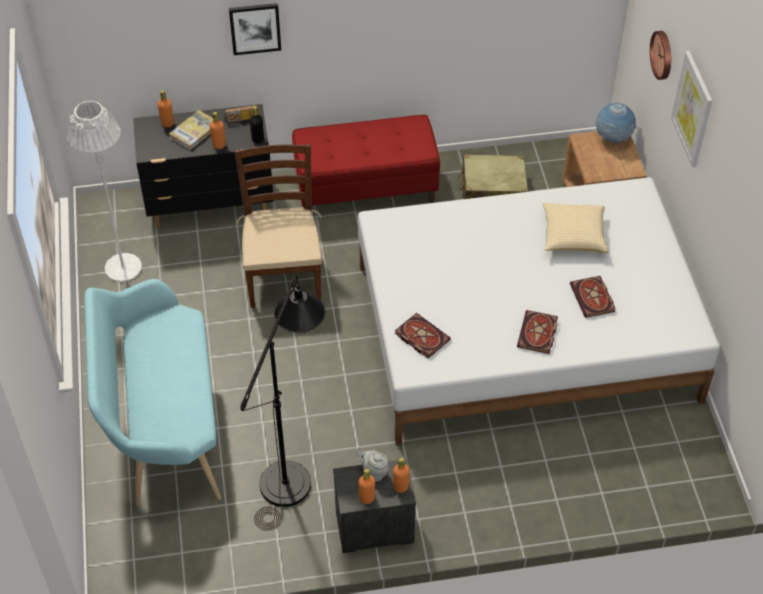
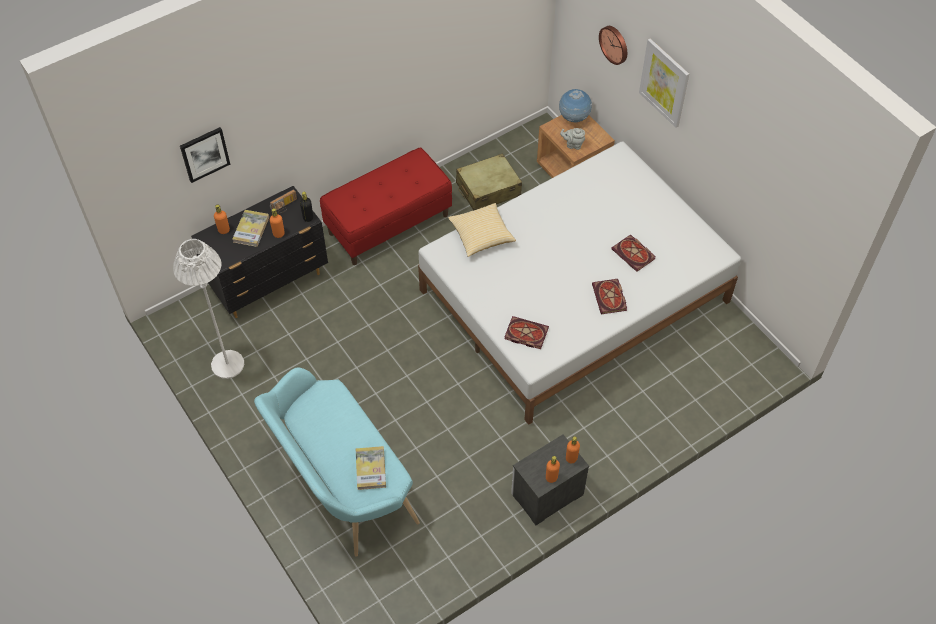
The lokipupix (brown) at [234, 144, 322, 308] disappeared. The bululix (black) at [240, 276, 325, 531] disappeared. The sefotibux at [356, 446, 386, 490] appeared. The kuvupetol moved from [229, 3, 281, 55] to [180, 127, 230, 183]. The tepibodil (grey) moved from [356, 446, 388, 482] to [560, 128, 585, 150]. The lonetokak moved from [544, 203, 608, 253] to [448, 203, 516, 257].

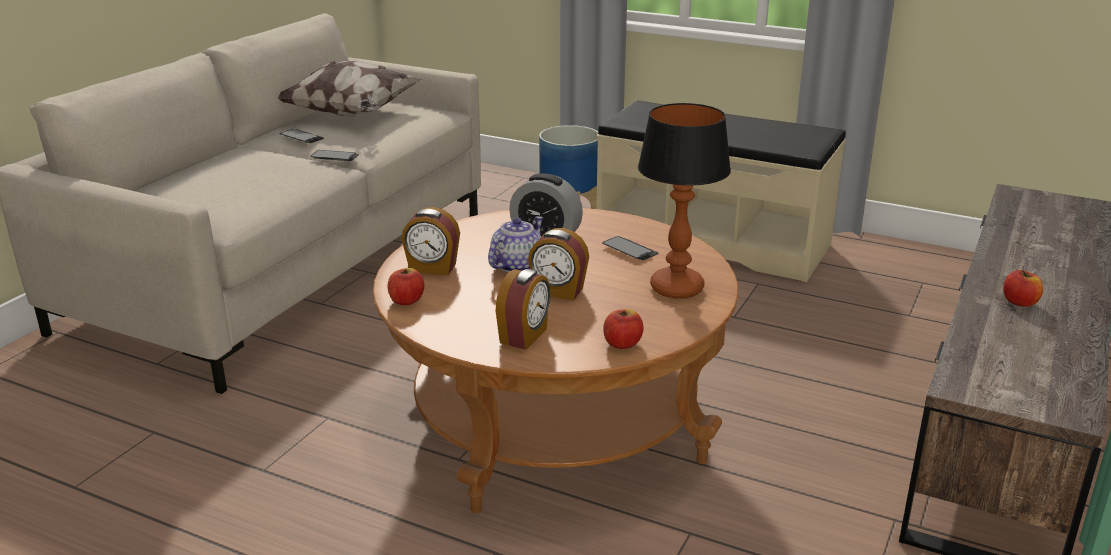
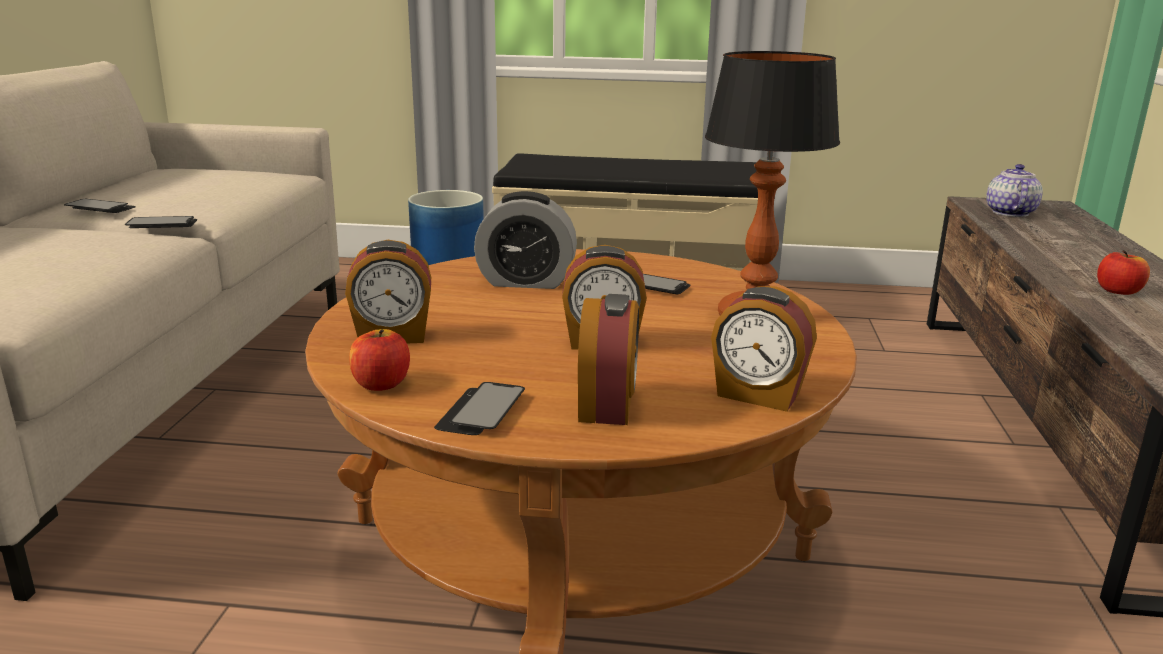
The lonetokak at [278, 59, 422, 117] disappeared. The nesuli at [434, 382, 525, 435] appeared. The tepibodil moved from [488, 216, 544, 272] to [986, 164, 1043, 217]. The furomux at [603, 309, 644, 349] was replaced by the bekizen at [711, 286, 817, 412].

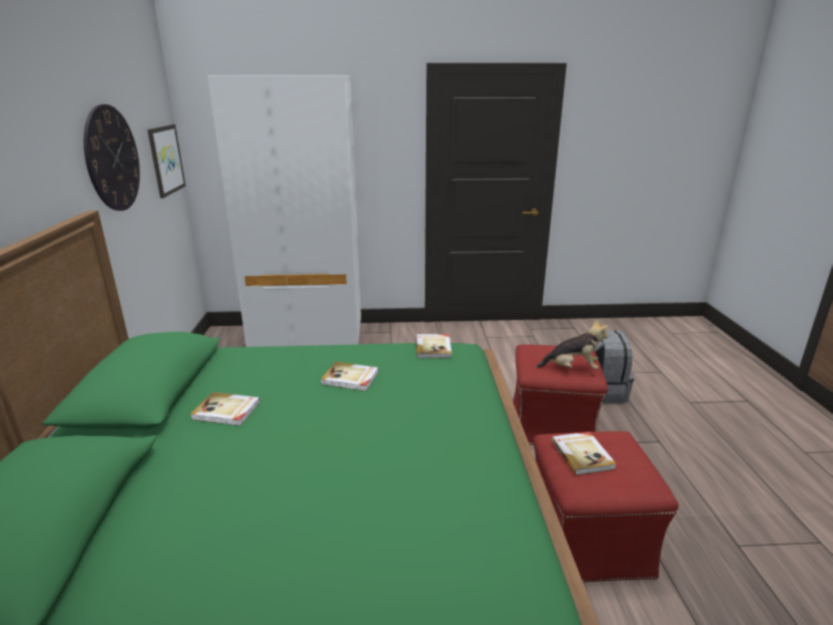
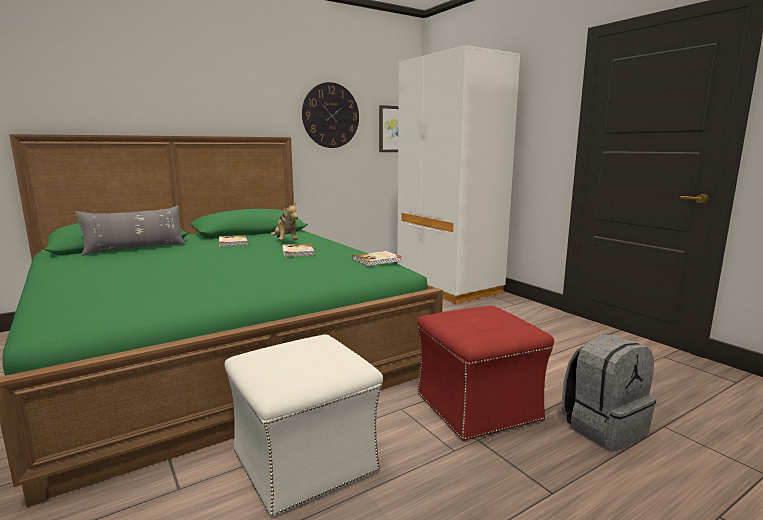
The sefotibux at [551, 431, 616, 475] disappeared. The lonetokak (grey) at [75, 206, 185, 256] appeared. The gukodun moved from [536, 318, 608, 369] to [271, 202, 298, 240]. The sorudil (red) at [533, 431, 678, 582] became the sorudil (white) at [224, 334, 383, 516].

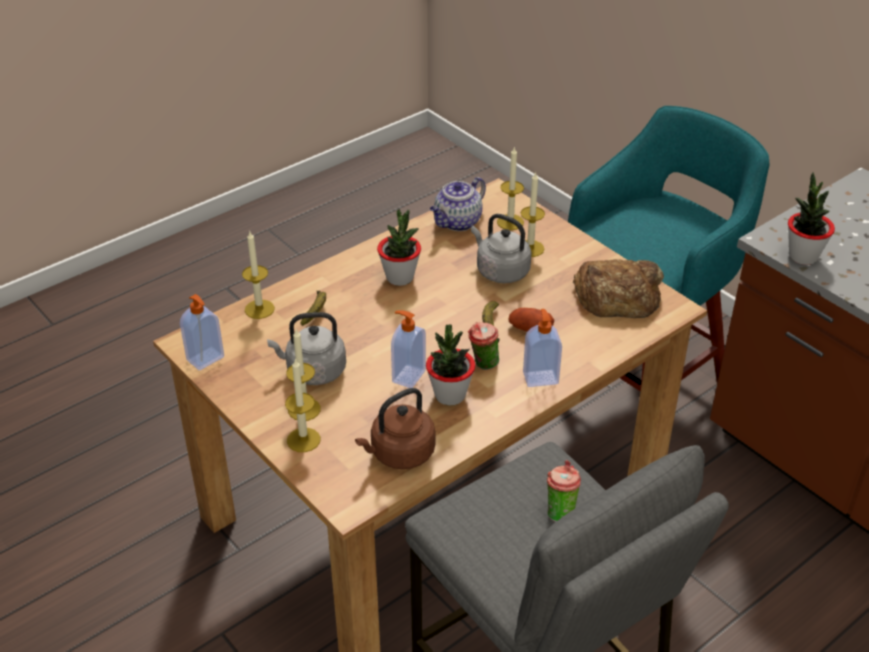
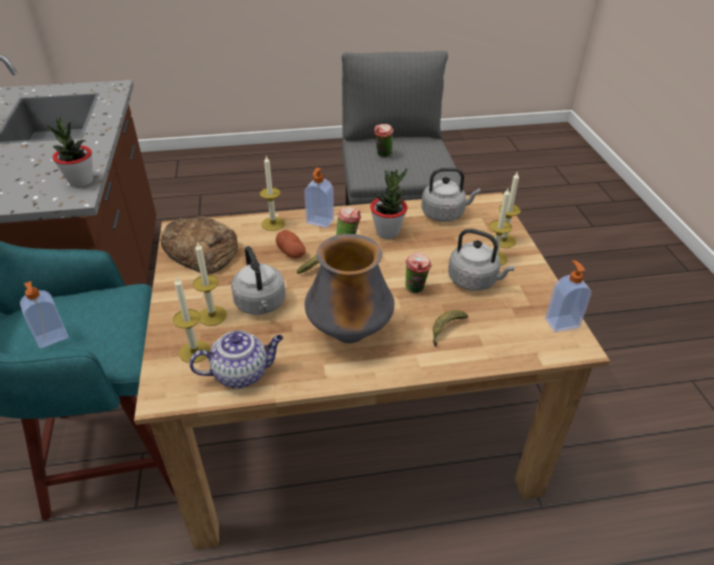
The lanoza at [405, 253, 432, 293] appeared. The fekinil moved from [242, 232, 275, 319] to [260, 156, 285, 231]. The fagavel moved from [391, 310, 426, 388] to [20, 281, 69, 348]. The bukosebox at [377, 209, 421, 286] was replaced by the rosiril at [305, 234, 394, 343]. The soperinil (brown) at [355, 388, 435, 469] became the soperinil (grey) at [421, 167, 481, 222].

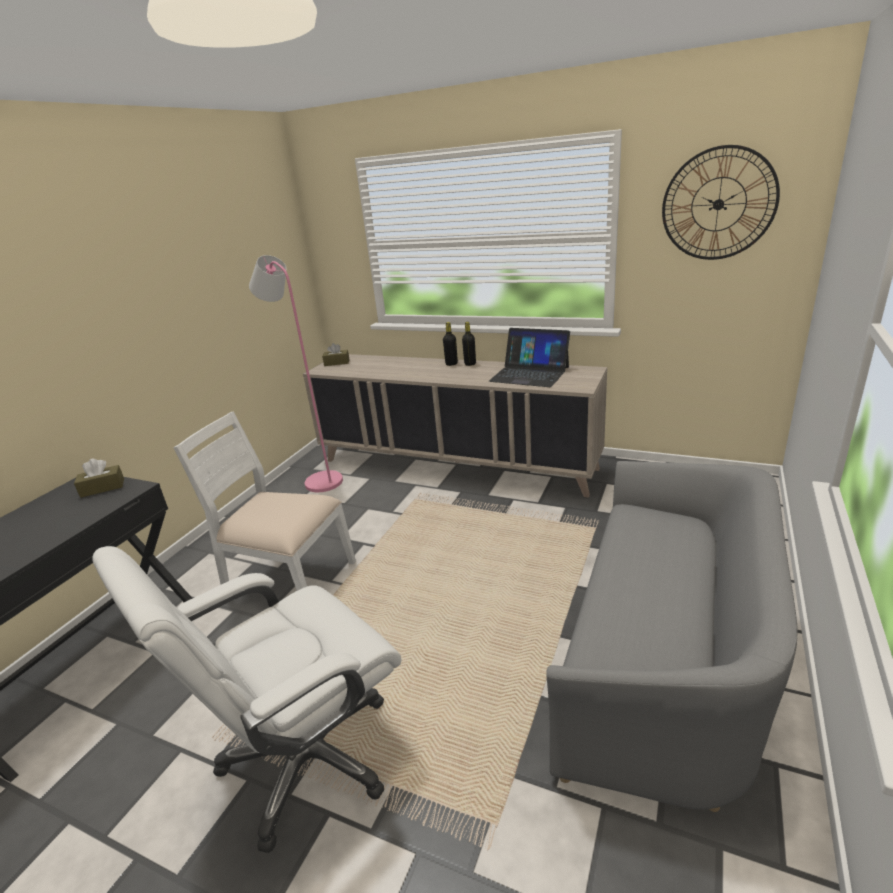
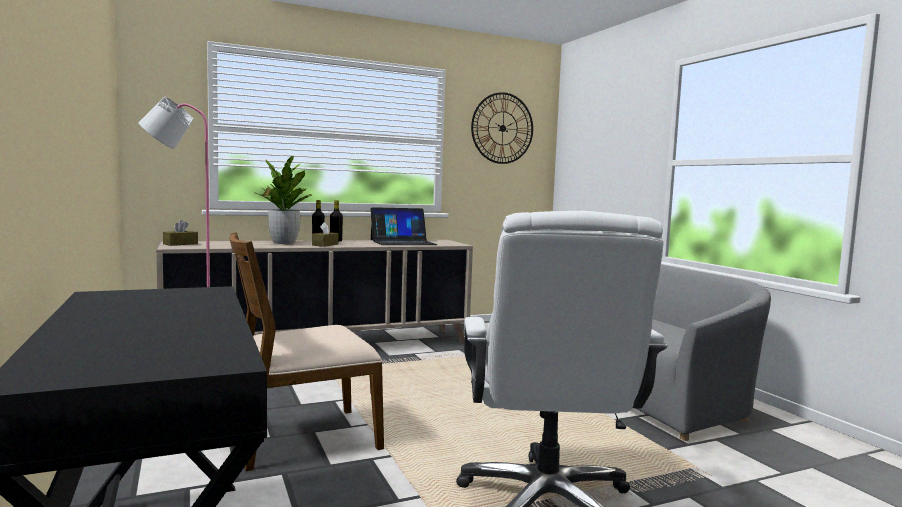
The bukosebox at [256, 156, 312, 244] appeared. The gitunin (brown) moved from [74, 459, 124, 498] to [312, 222, 339, 247]. The lokipupix (white) at [173, 411, 356, 591] became the lokipupix (brown) at [229, 232, 384, 471].

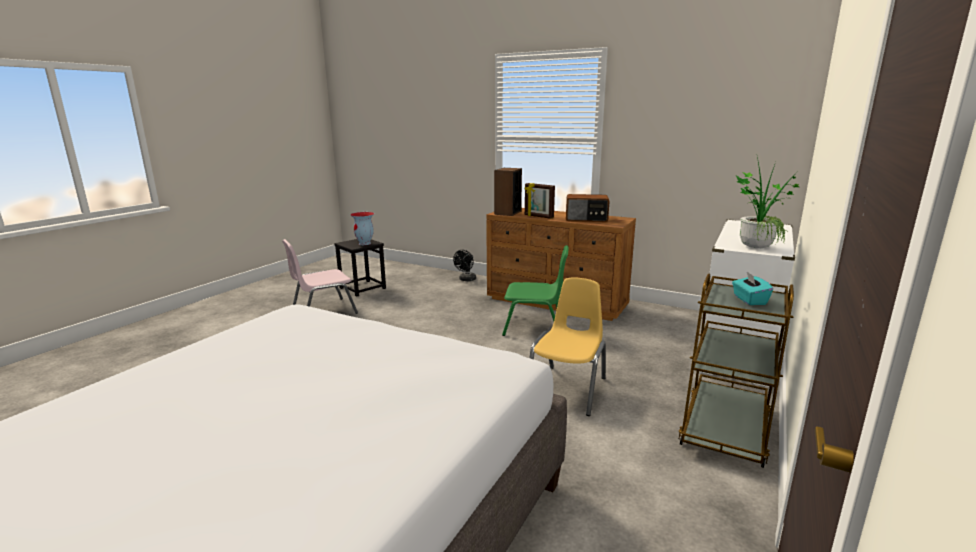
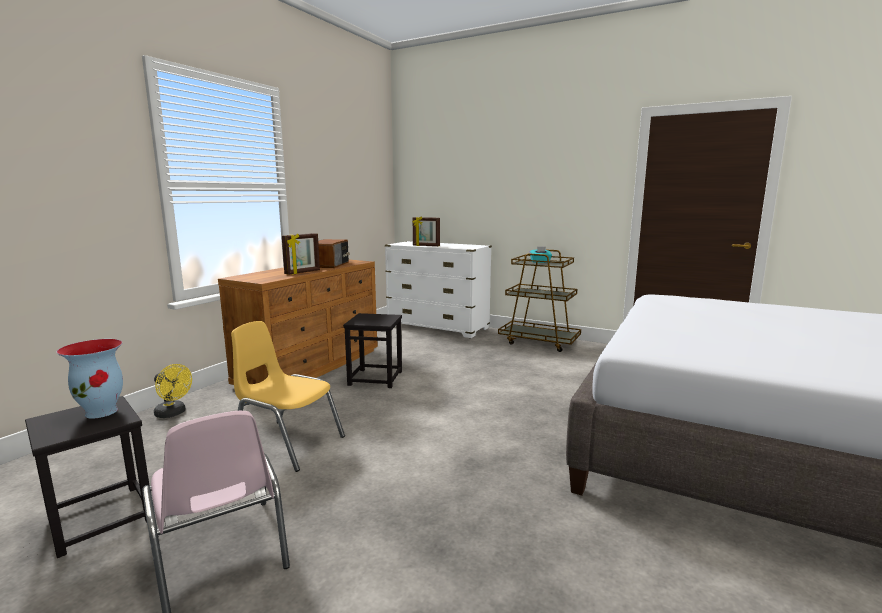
The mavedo at [494, 168, 522, 216] disappeared. The bukosebox at [736, 152, 799, 248] disappeared. The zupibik at [412, 217, 440, 246] appeared. The lokipupix (yellow) moved from [529, 277, 606, 416] to [231, 321, 345, 472]. The lokipupix (green) at [502, 245, 569, 336] was replaced by the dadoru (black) at [343, 313, 402, 388]. The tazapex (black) at [453, 250, 476, 281] became the tazapex (yellow) at [154, 364, 192, 418].

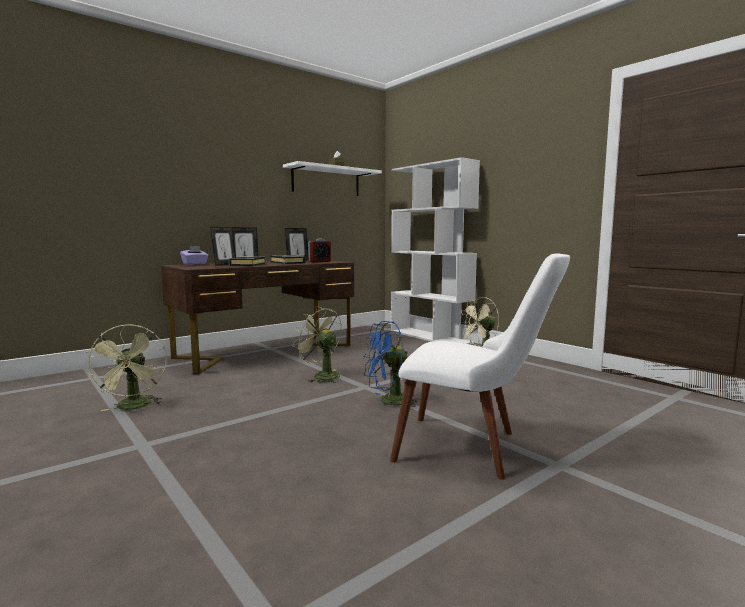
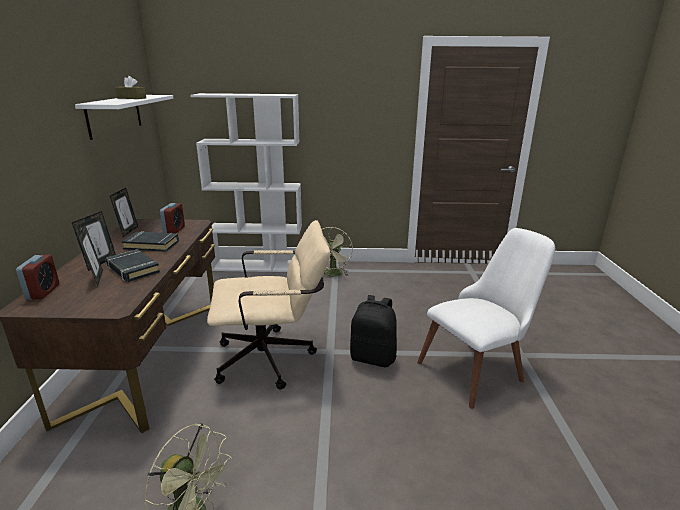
The gitunin (purple) at [180, 246, 208, 265] was replaced by the bekizen at [16, 255, 59, 300]. The tazapex (green) at [293, 306, 342, 383] was replaced by the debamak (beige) at [207, 220, 330, 390]. The tazapex (blue) at [363, 321, 421, 407] was replaced by the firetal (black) at [350, 295, 397, 367].

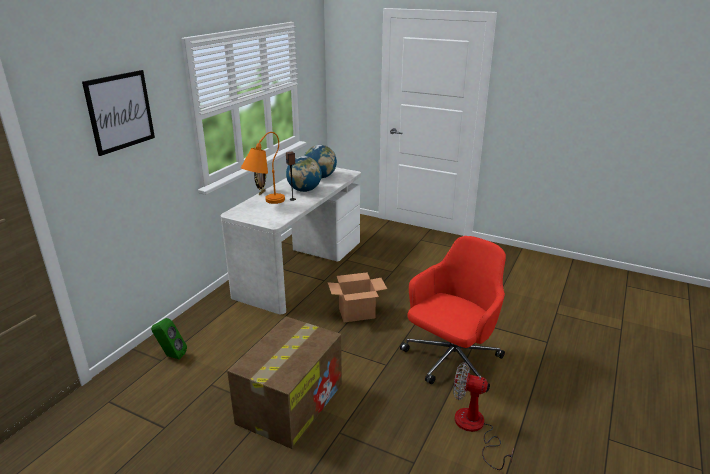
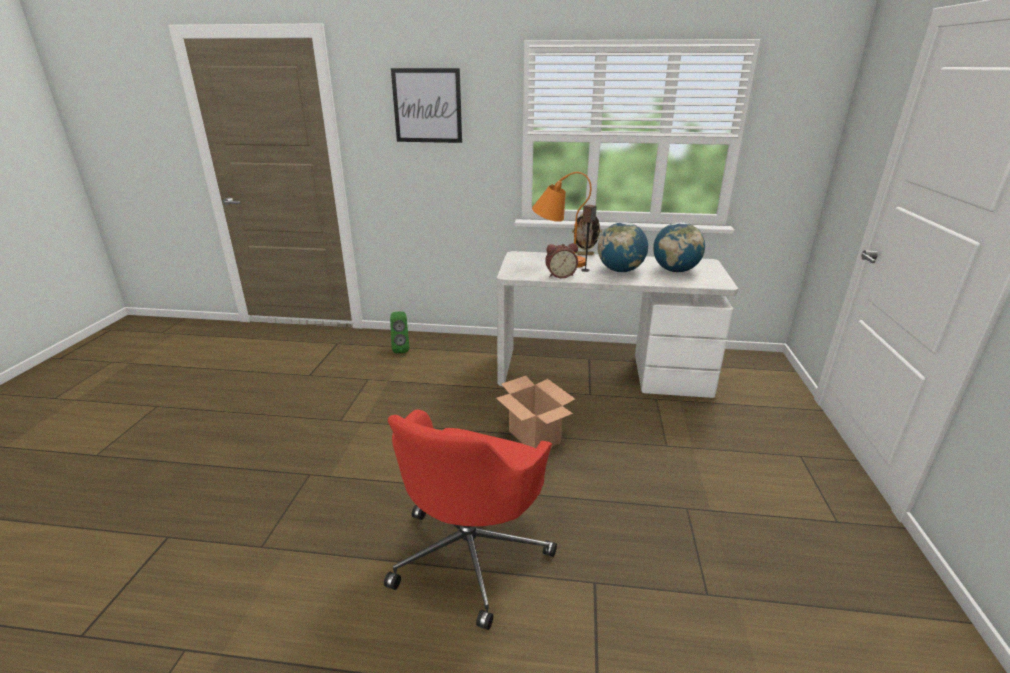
The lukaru at [227, 316, 342, 449] disappeared. The tazapex at [453, 362, 514, 470] disappeared. The bekizen at [545, 243, 578, 278] appeared. The debamak (red) at [400, 236, 506, 392] turned 90 degrees clockwise.

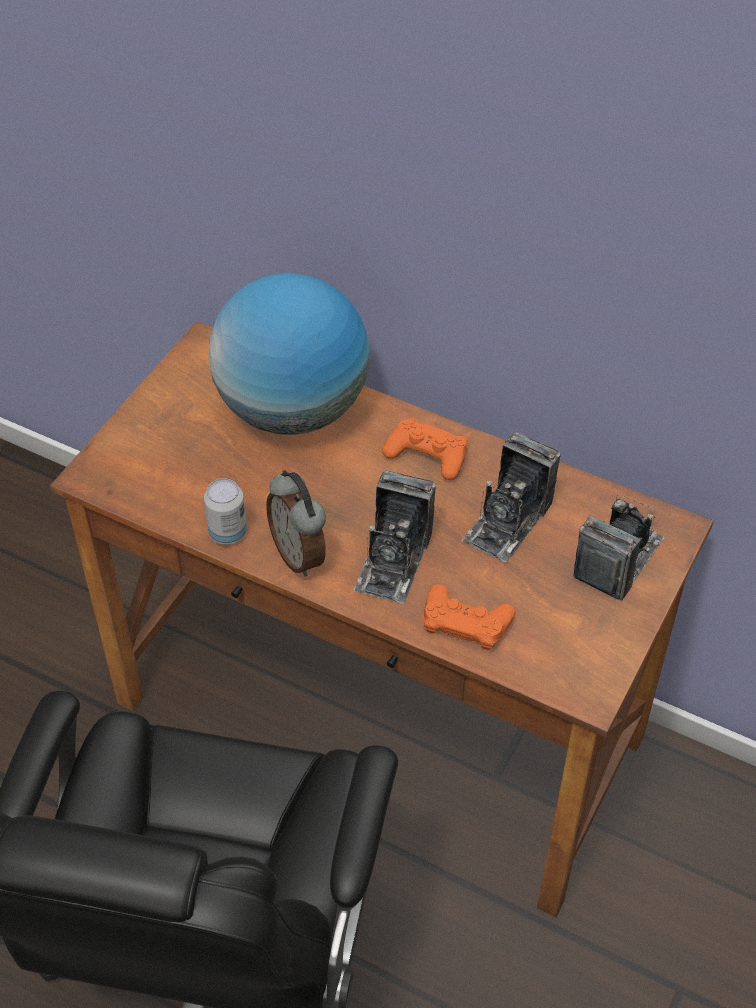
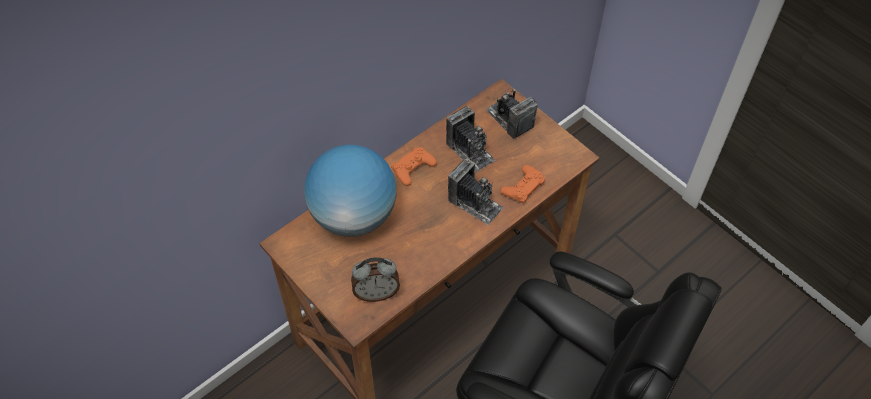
The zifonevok at [204, 478, 247, 545] disappeared. The bekizen moved from [266, 470, 326, 577] to [351, 257, 400, 302].

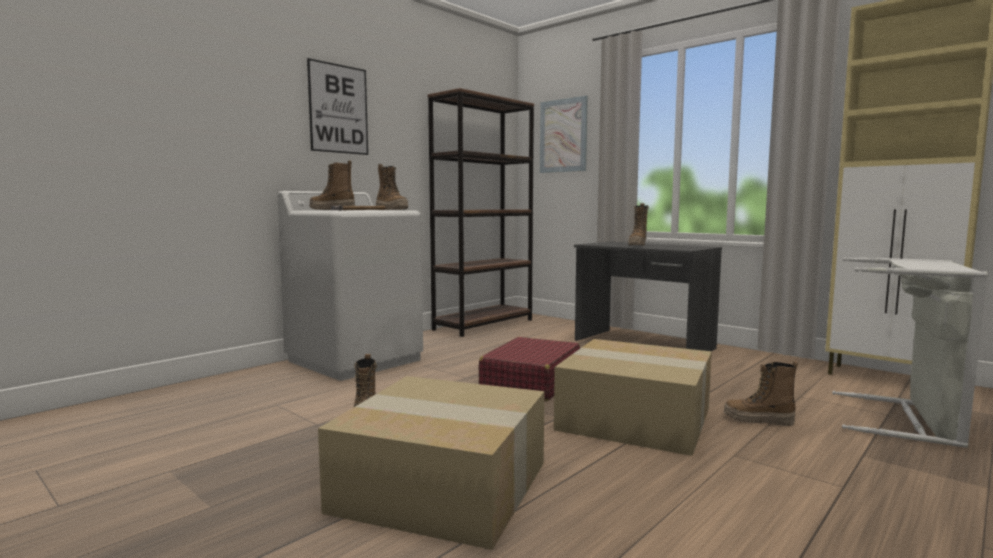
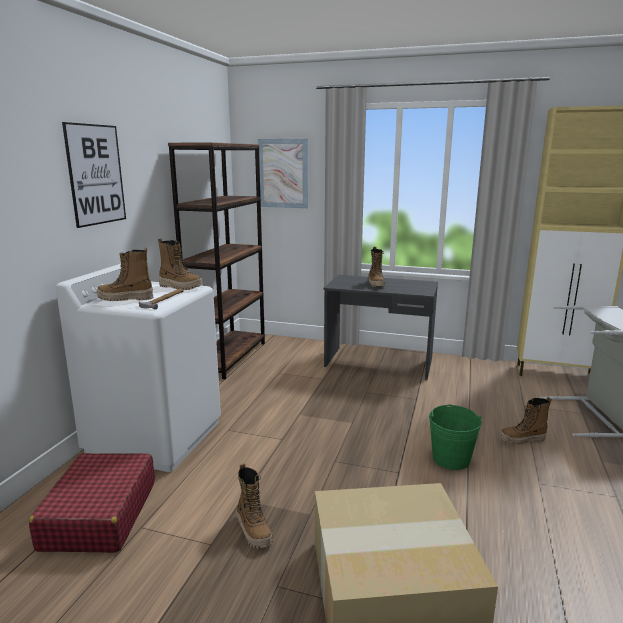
The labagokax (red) moved from [479, 337, 580, 401] to [29, 453, 155, 553]. The lukaru at [554, 339, 712, 456] was replaced by the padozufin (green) at [429, 404, 482, 470].

